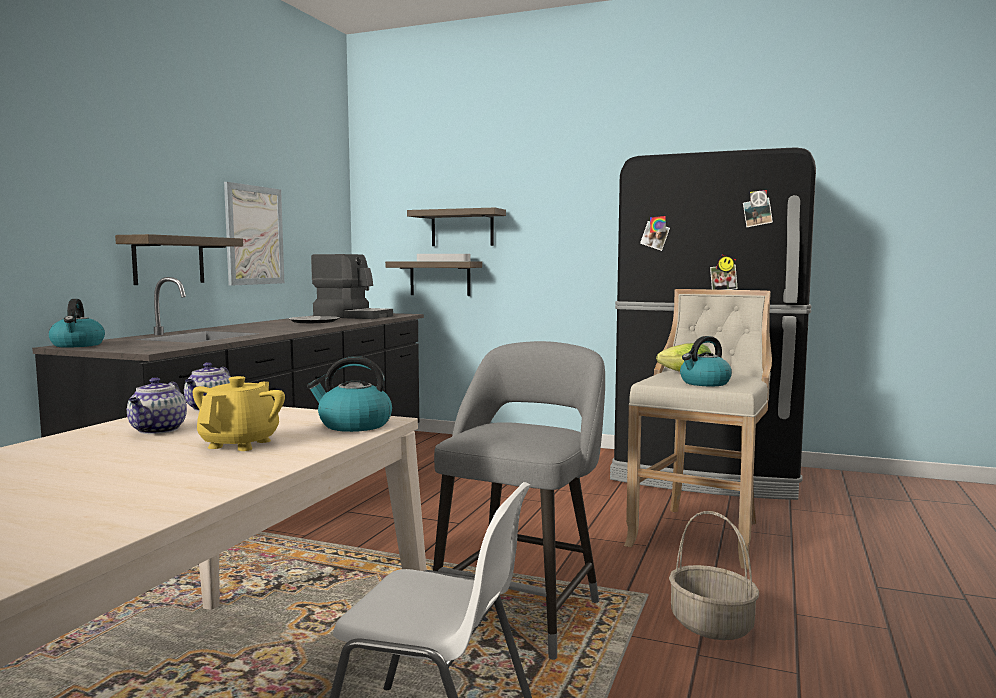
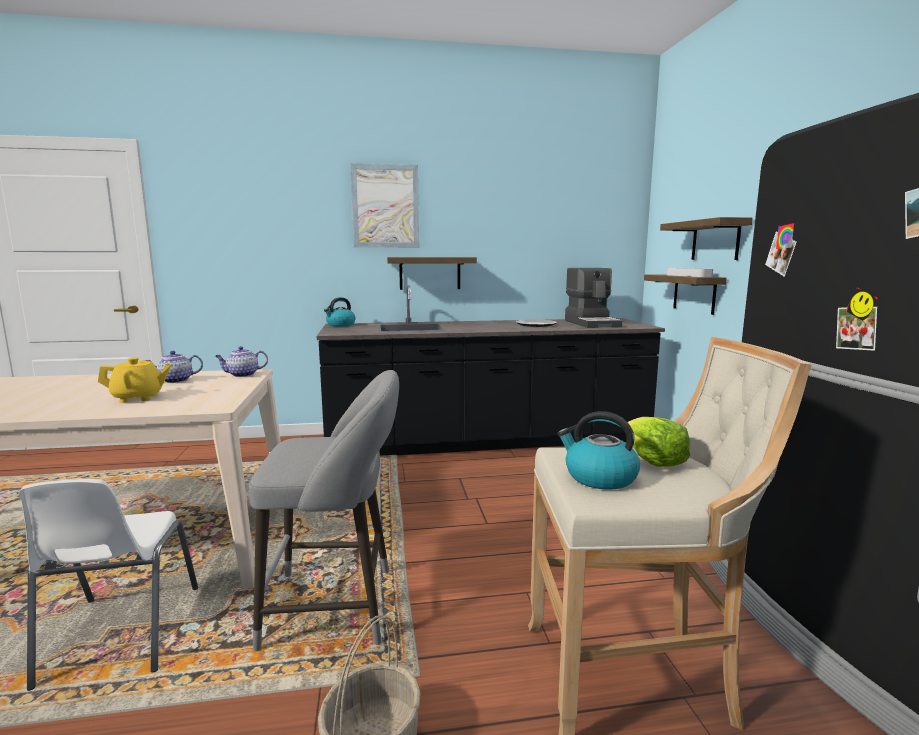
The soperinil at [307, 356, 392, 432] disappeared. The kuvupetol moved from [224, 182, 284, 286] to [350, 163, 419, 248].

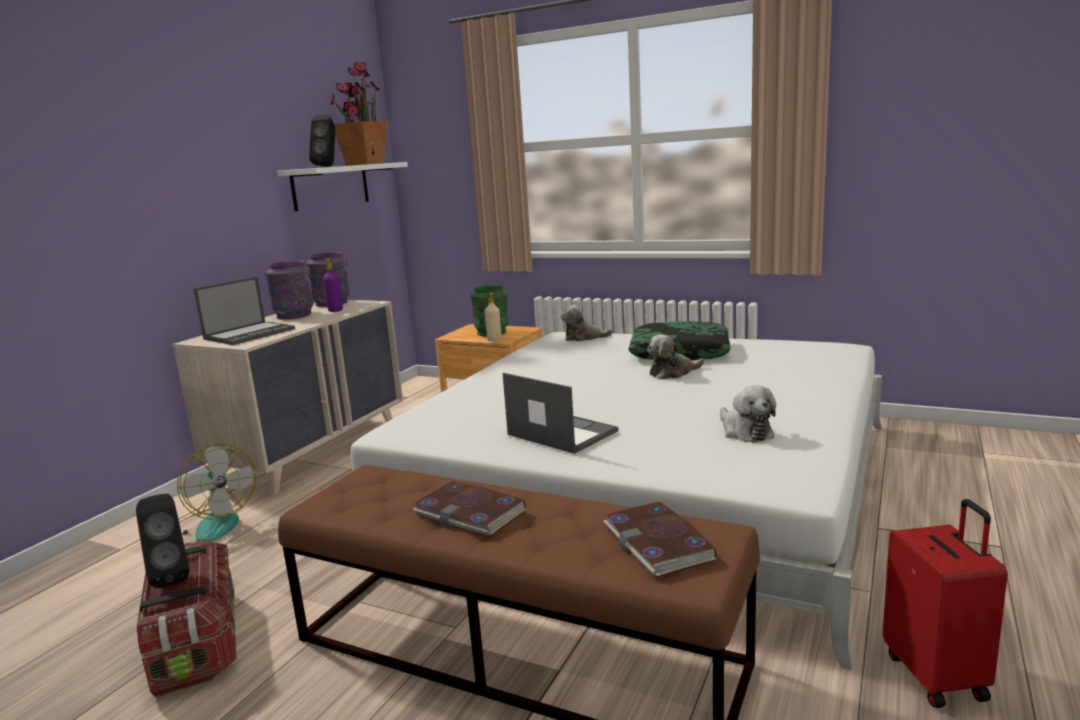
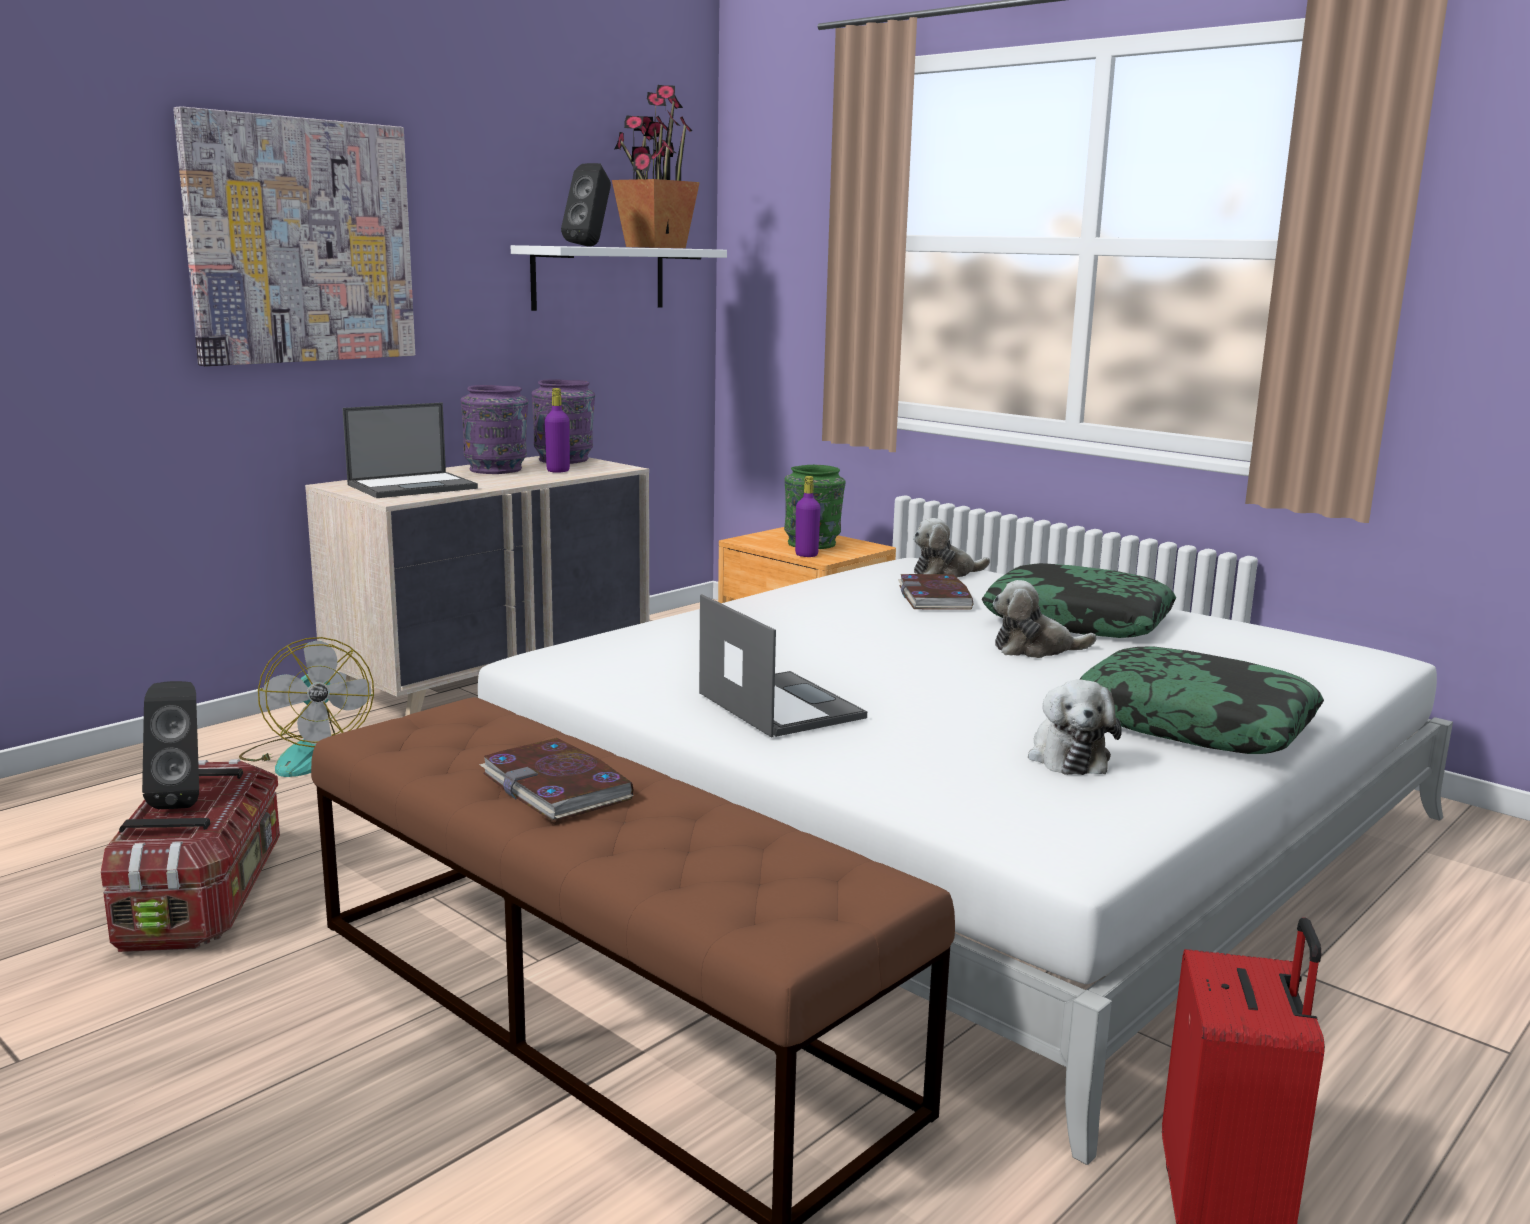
The kuvupetol at [173, 106, 415, 367] appeared. The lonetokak at [1079, 646, 1324, 754] appeared. The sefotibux moved from [603, 502, 716, 578] to [897, 574, 974, 610]. The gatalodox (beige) at [484, 292, 501, 341] became the gatalodox (purple) at [795, 476, 820, 557]. The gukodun at [561, 305, 613, 341] turned 45 degrees counterclockwise.

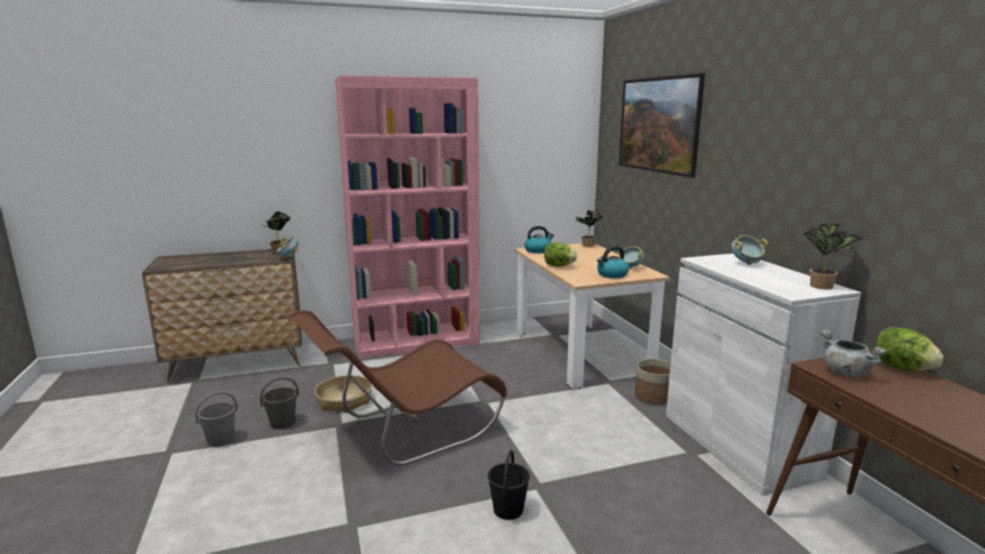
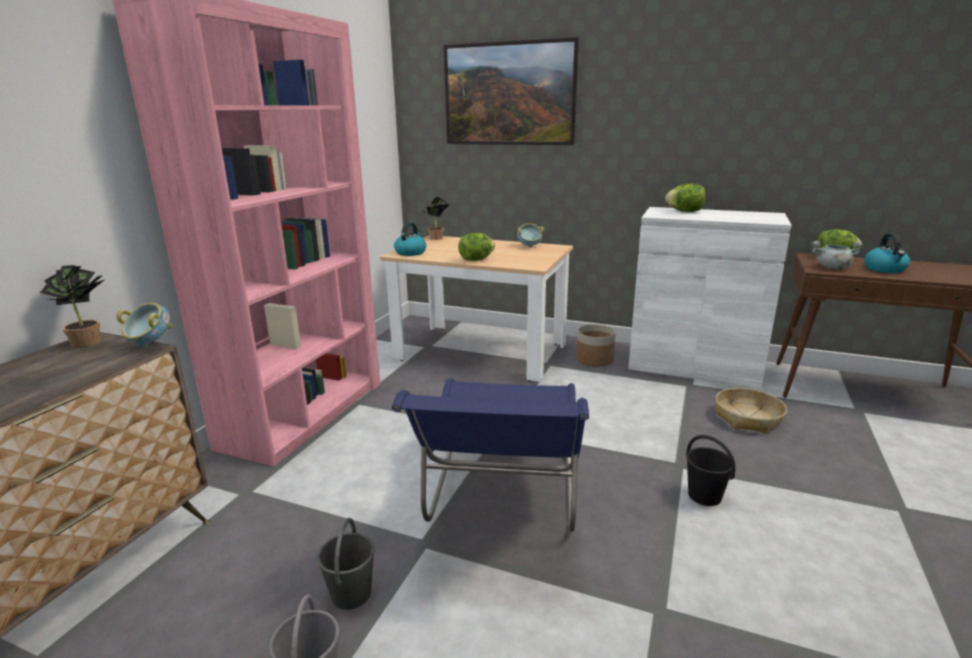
The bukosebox at [802, 224, 864, 290] disappeared. The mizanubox moved from [315, 375, 372, 413] to [716, 388, 787, 434]. The soperinil moved from [597, 246, 629, 278] to [864, 233, 910, 273]. The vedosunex at [731, 235, 768, 265] was replaced by the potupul at [665, 184, 706, 212]. The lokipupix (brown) at [289, 310, 507, 466] became the lokipupix (blue) at [392, 378, 589, 532].

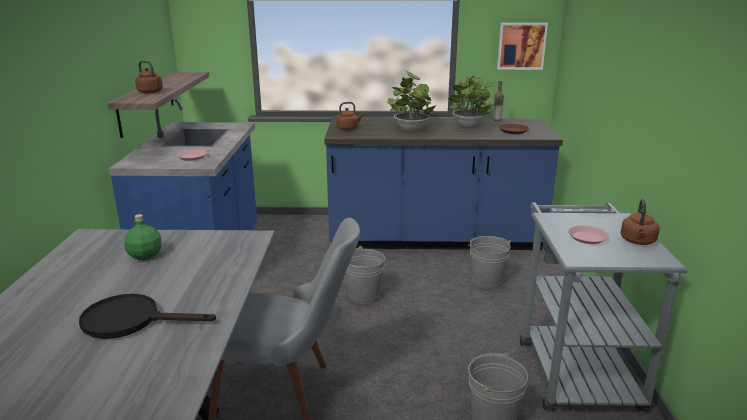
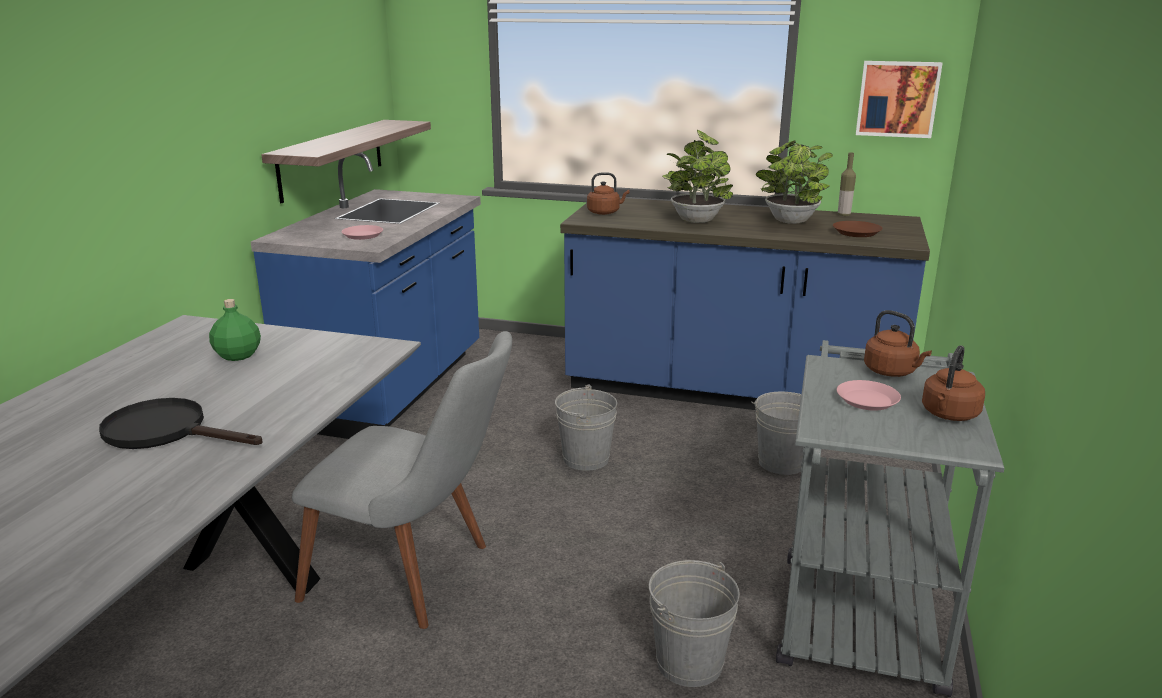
The soperinil (brown) moved from [135, 60, 163, 93] to [864, 310, 932, 377].

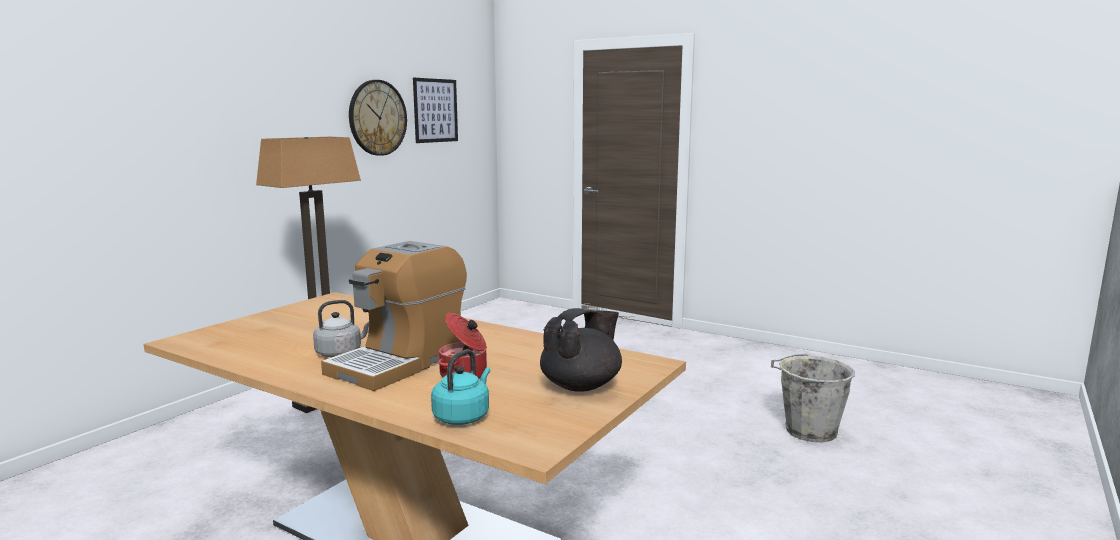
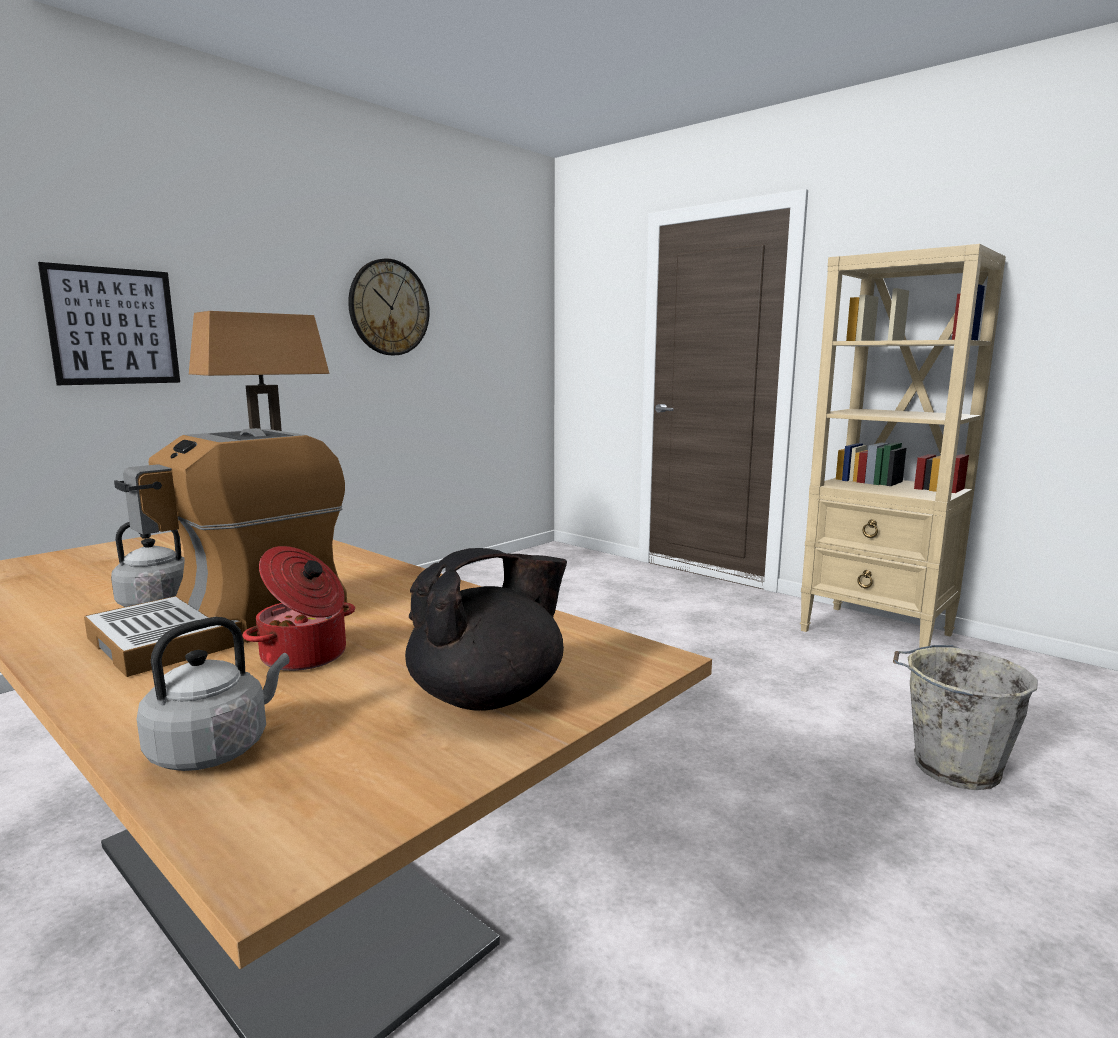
The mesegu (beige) at [800, 244, 1006, 648] appeared. The kuvupetol moved from [413, 78, 458, 143] to [38, 262, 180, 385]. The soperinil (turquoise) at [431, 349, 490, 425] became the soperinil (grey) at [137, 617, 289, 771].

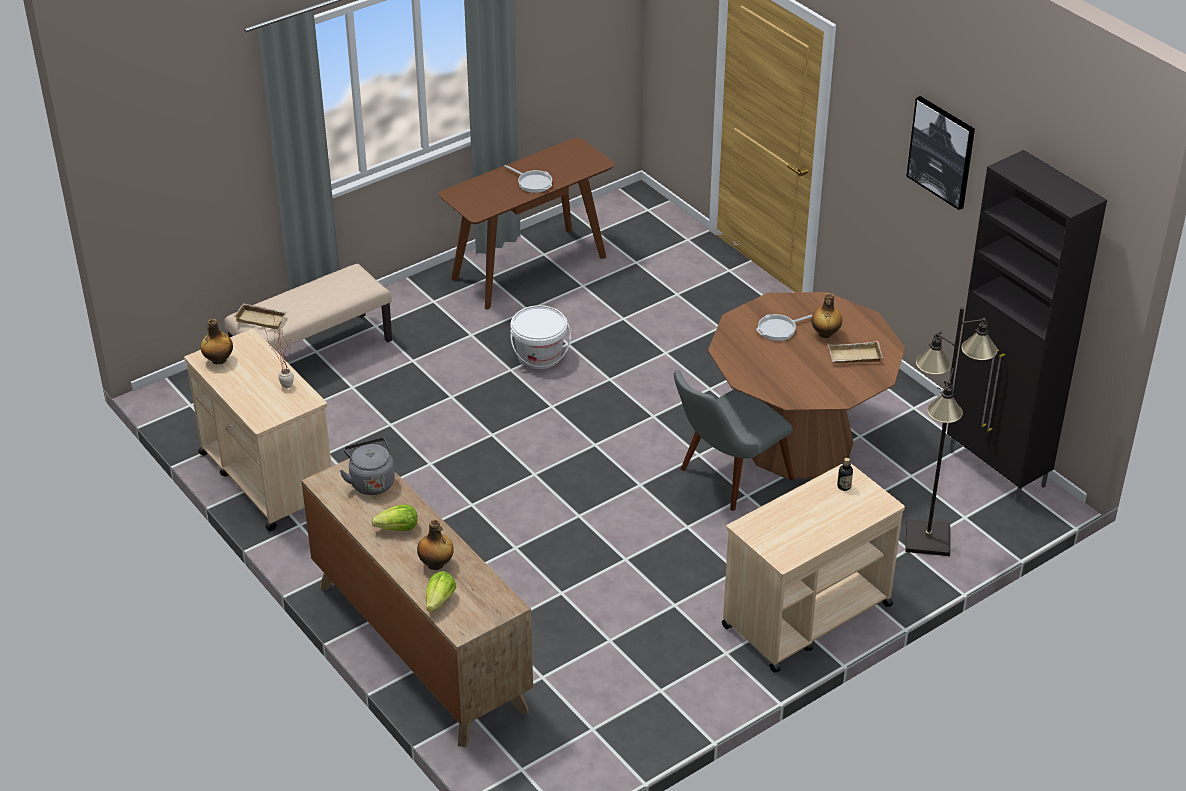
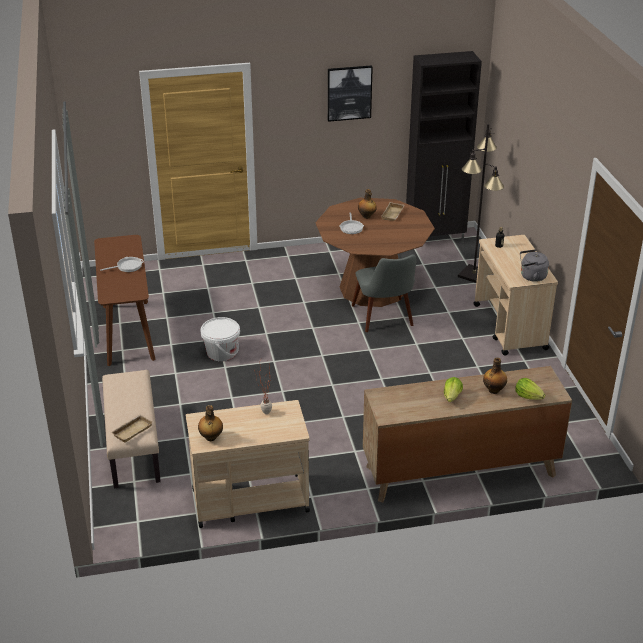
The soperinil (grey) moved from [340, 438, 395, 495] to [520, 249, 549, 282].

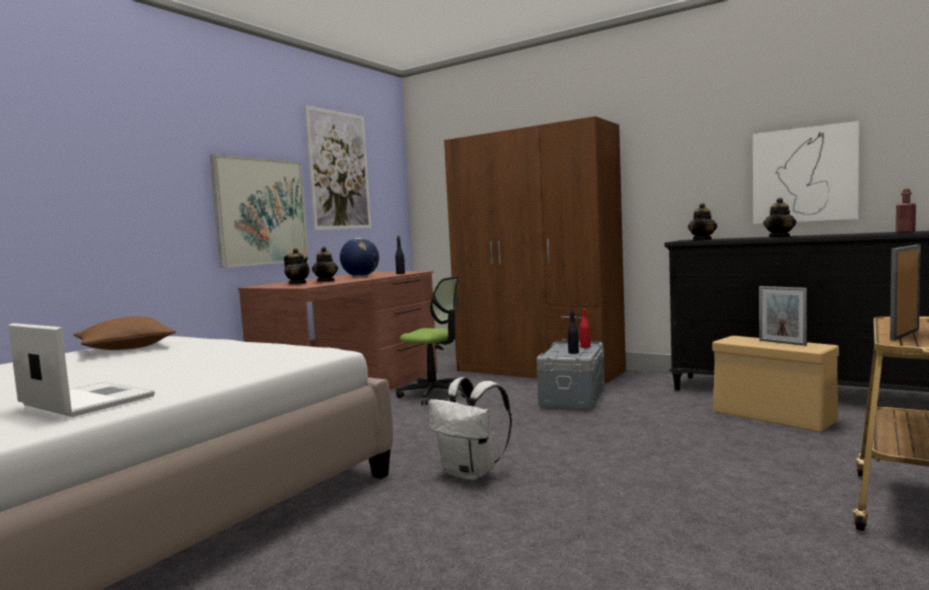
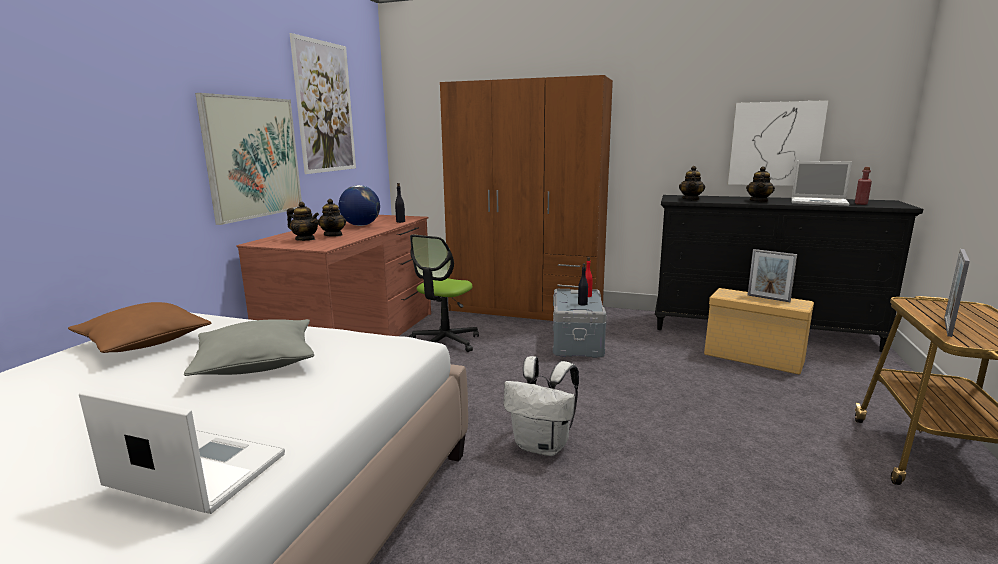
The lonetokak (grey) at [184, 319, 314, 376] appeared. The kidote at [792, 161, 852, 206] appeared. The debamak at [396, 276, 465, 405] turned 105 degrees clockwise.

